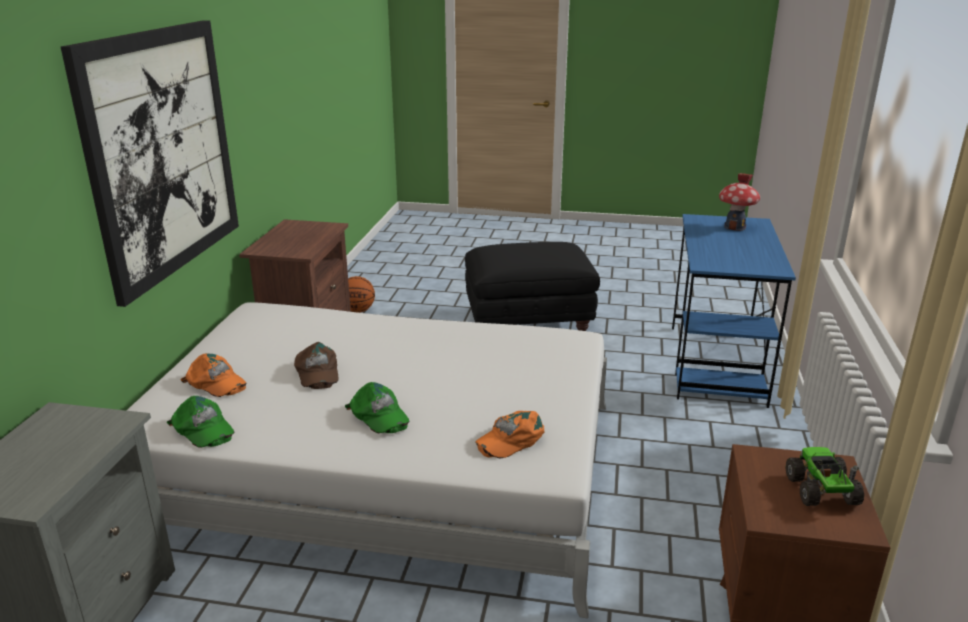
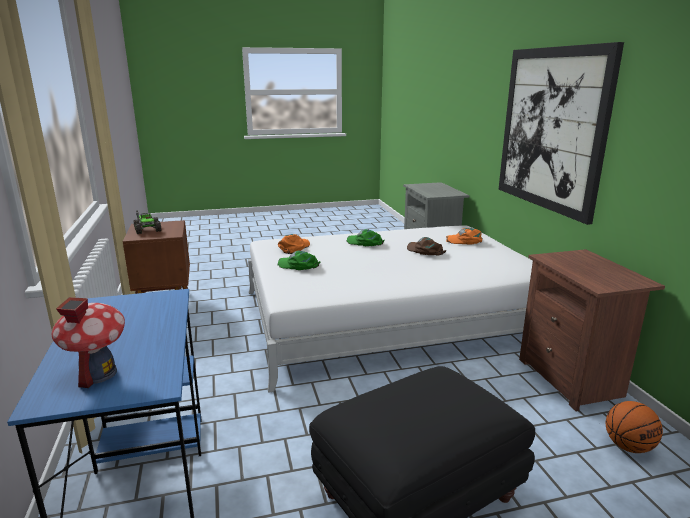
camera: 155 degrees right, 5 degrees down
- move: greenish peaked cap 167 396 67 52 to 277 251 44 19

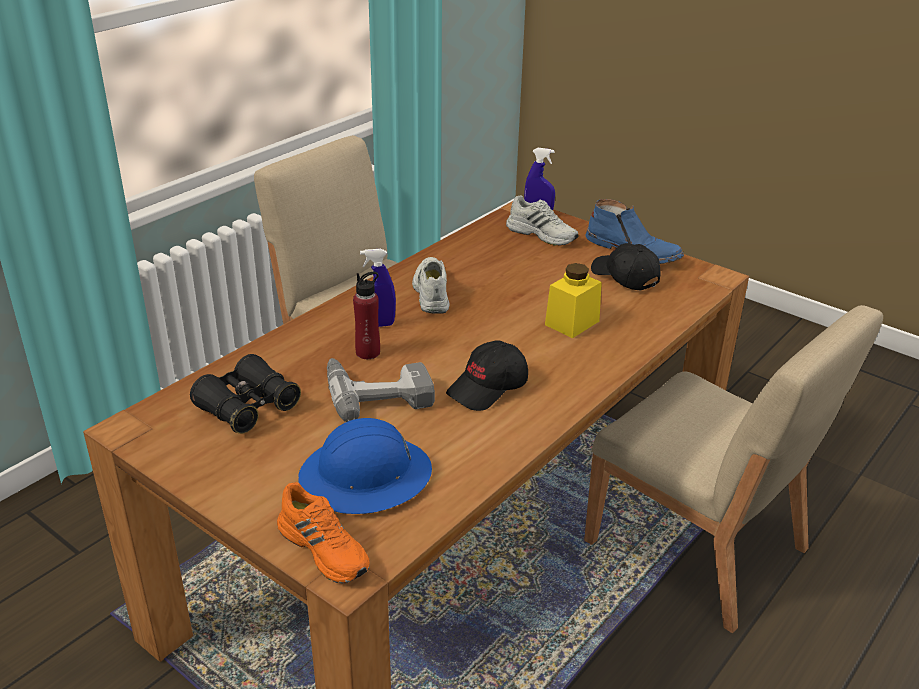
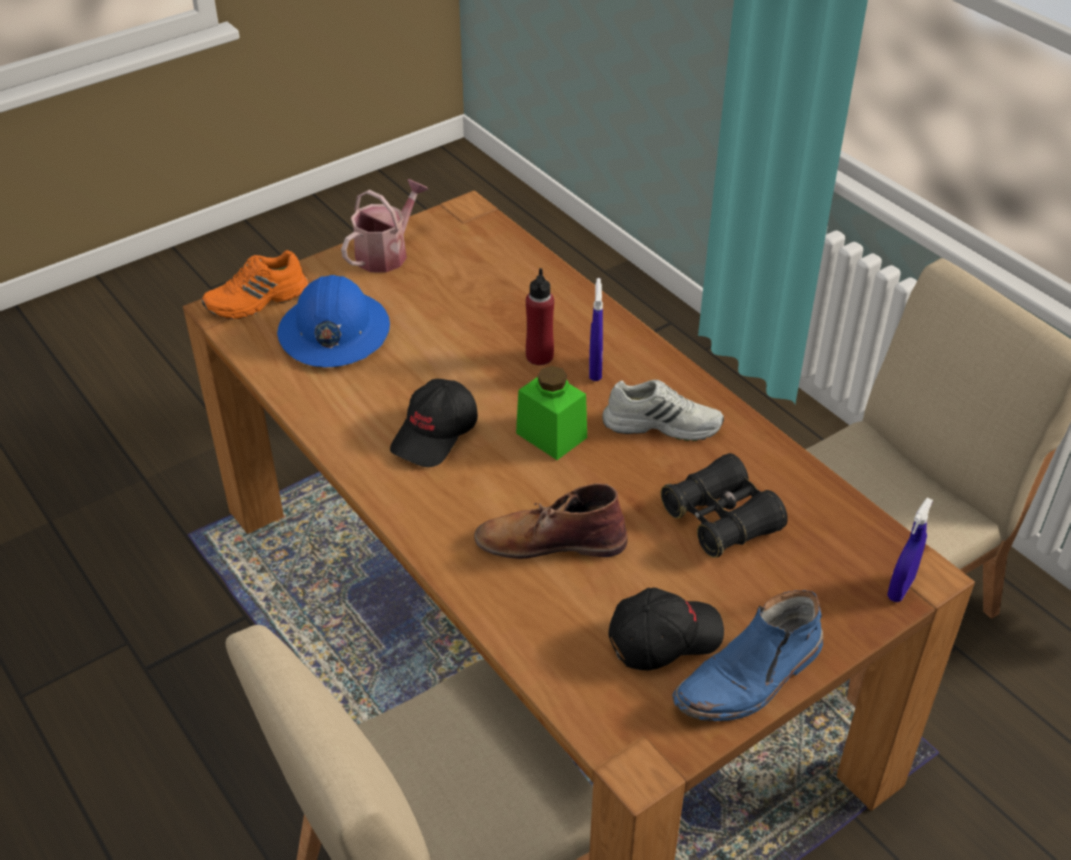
camera: 105 degrees right, 10 degrees up
- delete: white-coloured item of footwear 506 195 72 51
- replace: yellow storage jar 545 263 57 75 to brownish tall boot 474 483 154 76
- rotate: black peaked cap 446 340 82 71 = 390 379 88 88 120 degrees counterclockwise
- move: black pair of binoculars 190 354 111 80 to 661 453 127 105
- delete: drill 327 358 108 64
- insert: watering pot 341 179 88 94
- insert: greenish storage jar 516 366 71 94

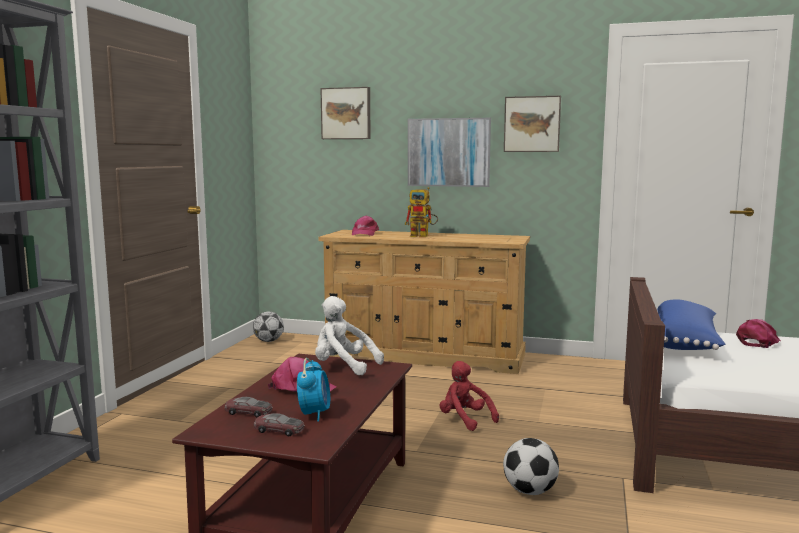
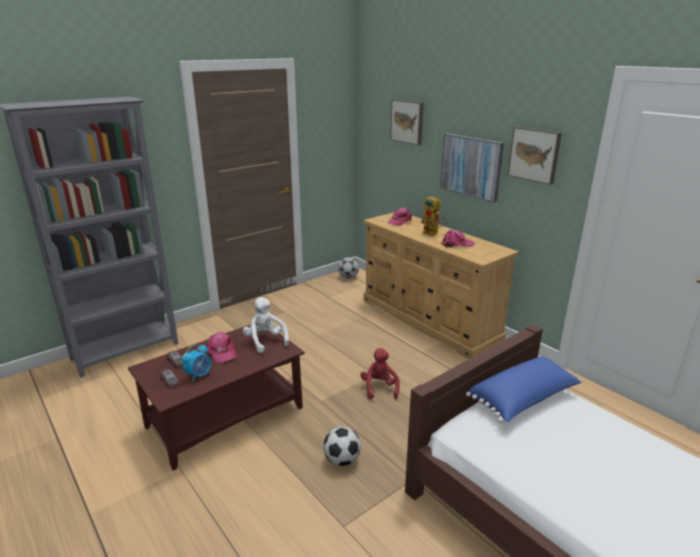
camera: 35 degrees right, 15 degrees up
- move: pink-coloured peaked cap 736 319 45 29 to 441 230 34 18

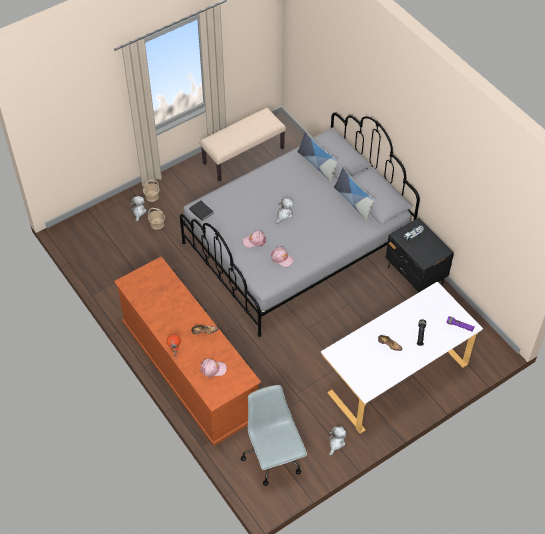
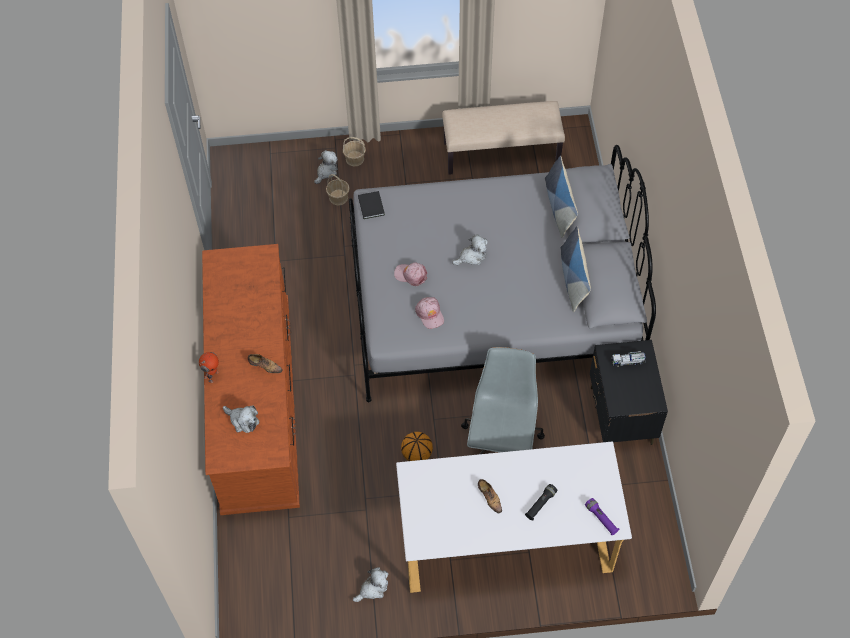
camera: 30 degrees right, 5 degrees up
- replace: pink-coloured peaked cap 200 359 27 18 to cuddly toy 223 405 36 28
- move: gray office chair 241 385 66 101 to 461 347 84 107
- insert: basketball ball 401 432 32 29

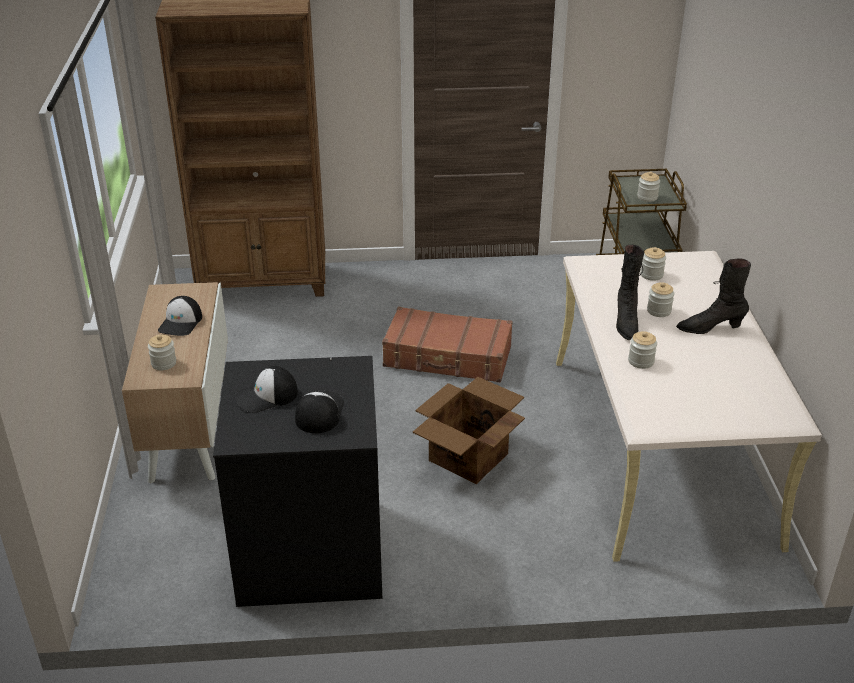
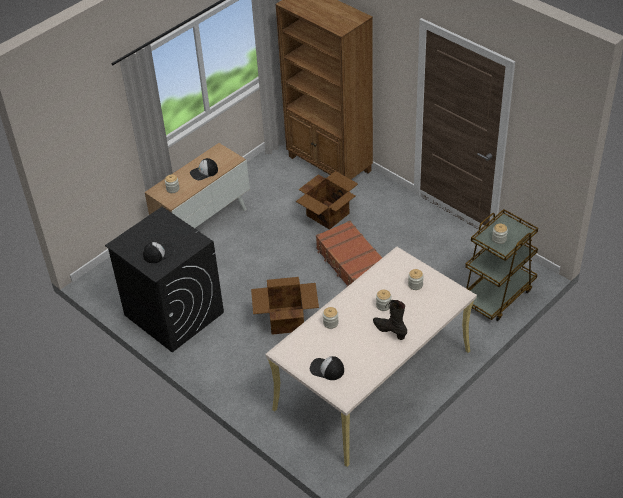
camera: 50 degrees right, 10 degrees up
- delete: black tall boot 616 245 28 95
- move: peaked cap 235 366 63 47 to 310 356 34 24
- insert: packing box 296 171 62 59

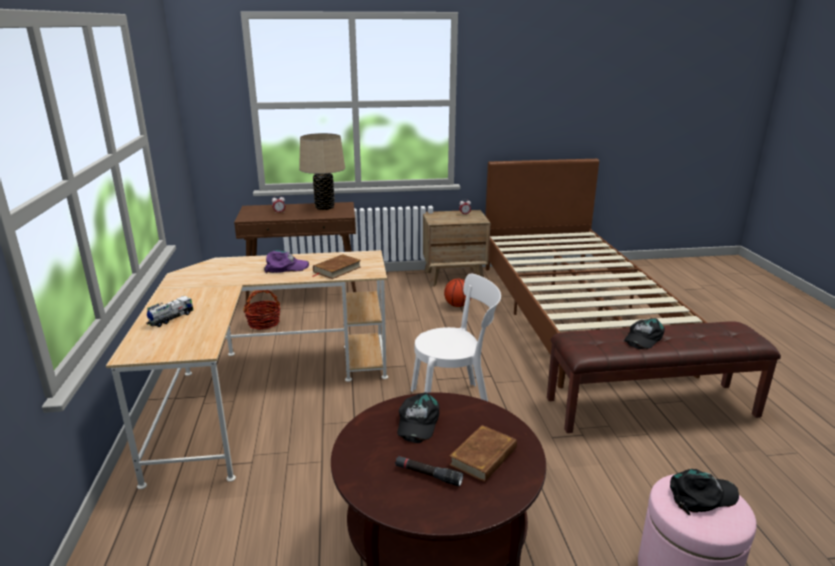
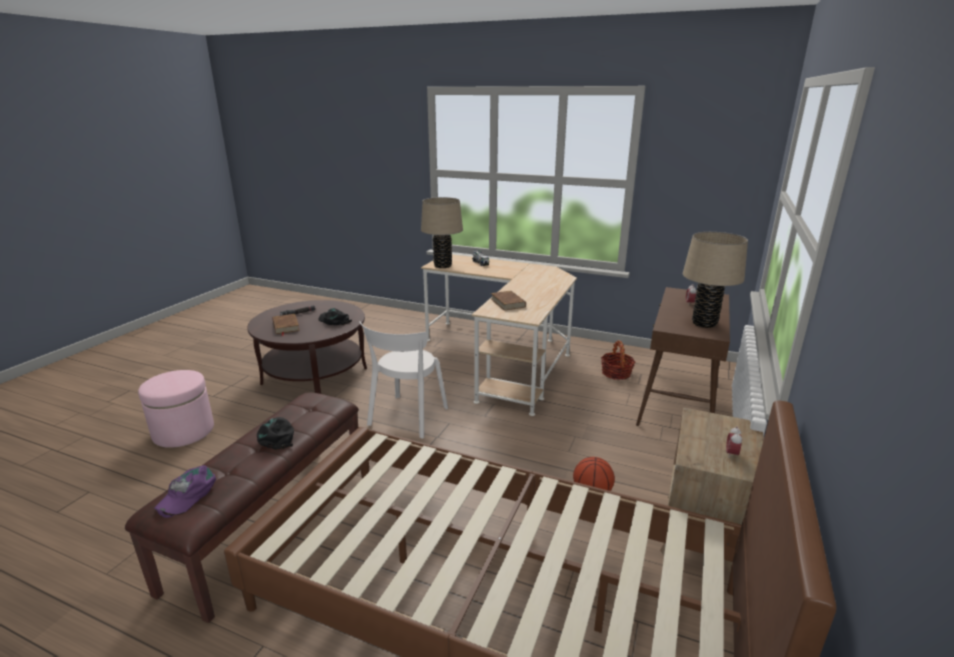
camera: 120 degrees right, 0 degrees up
- move: purple peaked cap 264 250 45 23 to 154 465 62 53
- delete: black peaked cap 670 469 69 46
- insert: beige-coloured tabletop lamp 421 197 42 71

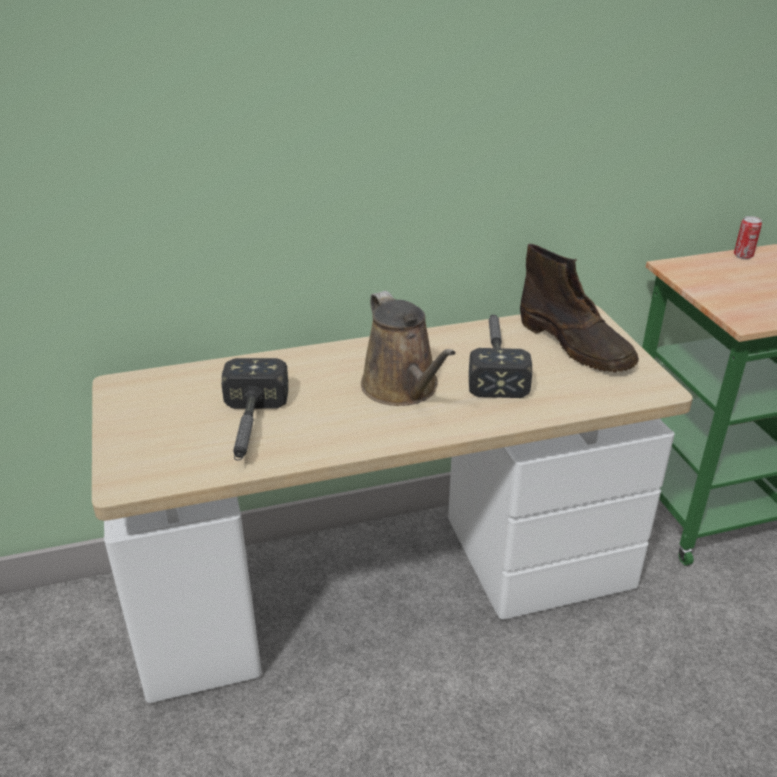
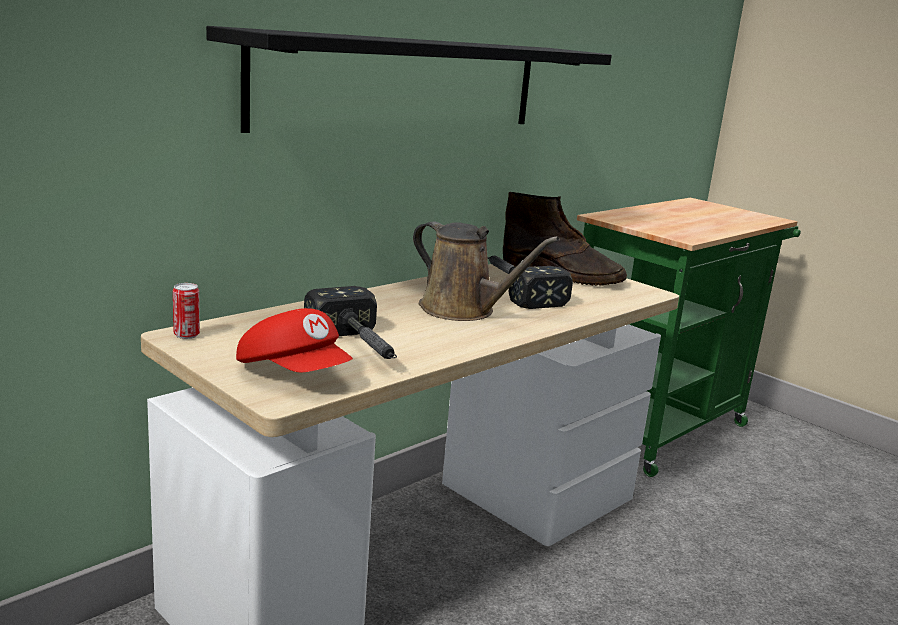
camera: 30 degrees left, 15 degrees down
- move: sealed can 734 216 28 43 to 173 283 27 56
- insert: black wall shelf 206 26 406 107
- insert: red peaked cap 236 308 117 64

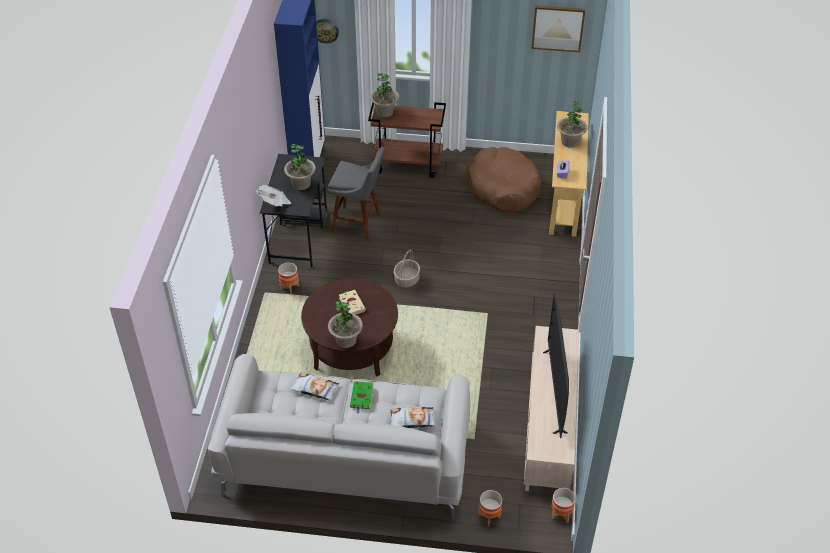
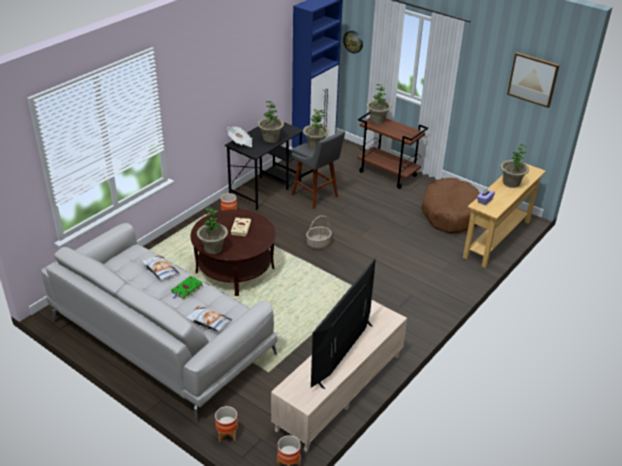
camera: 30 degrees right, 10 degrees down
- insert: potted plant 303 109 26 41

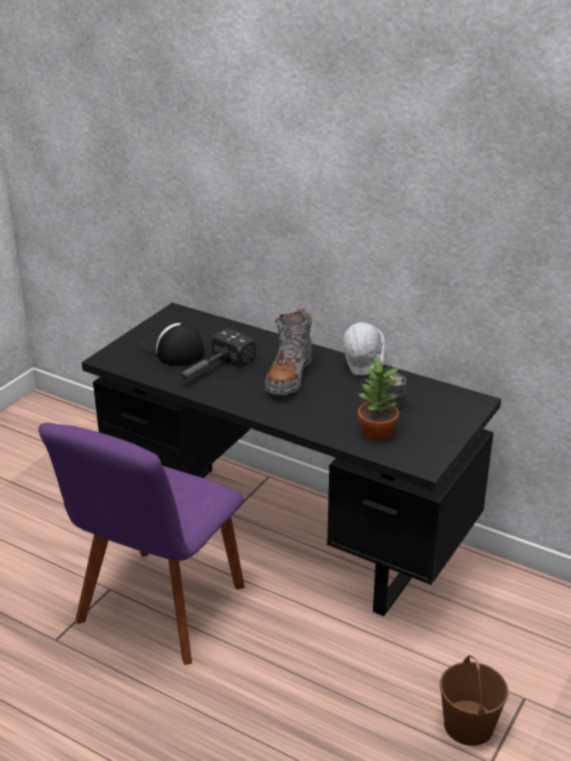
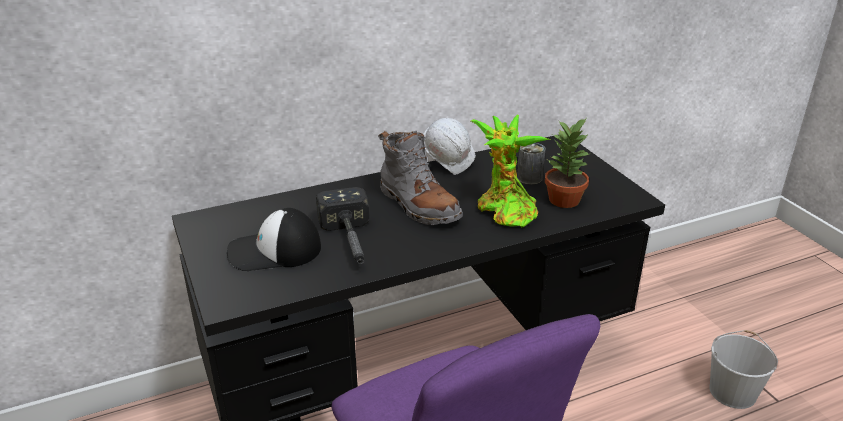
camera: 55 degrees left, 0 degrees up
- recolor: brownish water bucket 440 655 68 91 to white-coloured water bucket 709 330 69 79
- insert: potted plant 471 114 79 114

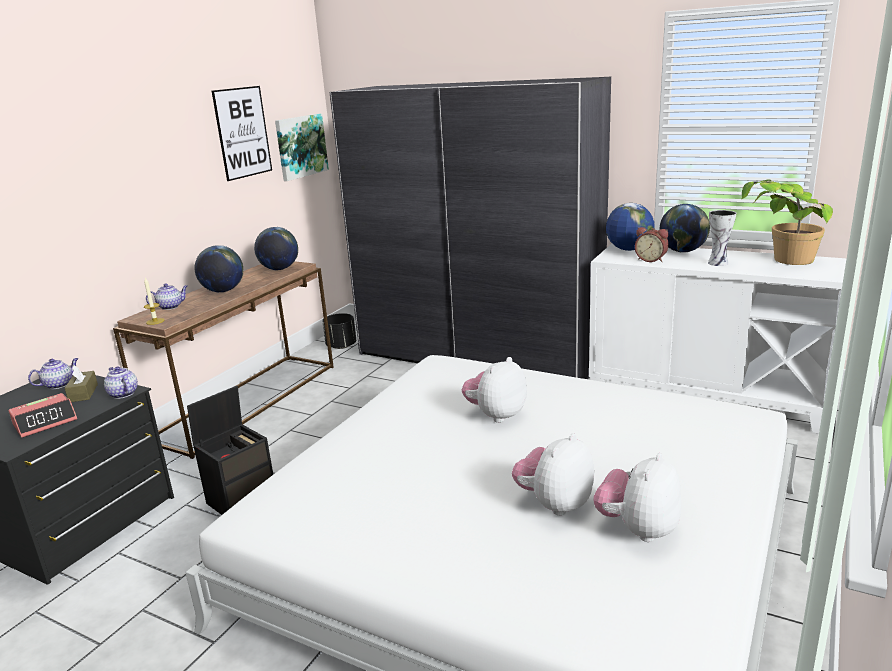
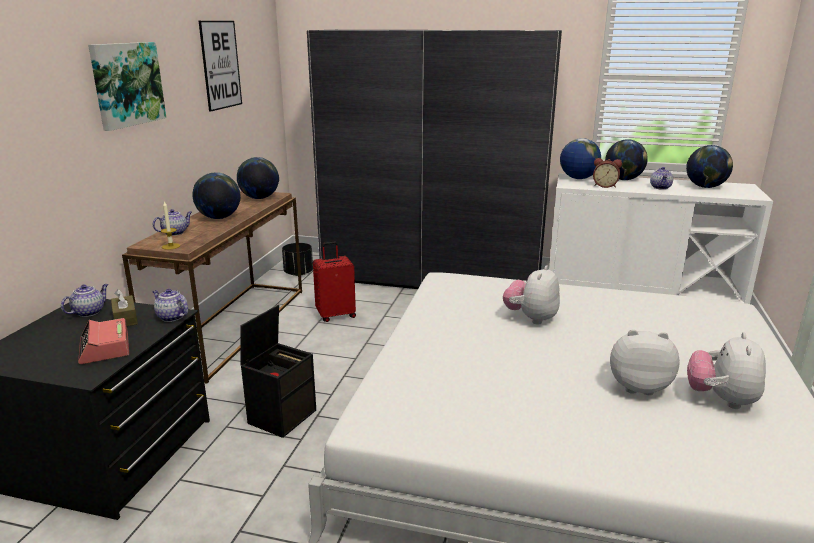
camera: 15 degrees left, 0 degrees up
- move: wall art 275 113 54 68 to 88 42 78 89
- replace: potted plant 741 180 92 85 to desk globe 686 145 47 43
- replace: flower vase 708 210 28 56 to teapot 650 167 23 23
- rotate: alarm clock 8 393 69 45 = 78 318 51 46 120 degrees clockwise
- rotate: cuddly toy 512 433 82 83 = 610 329 70 66 75 degrees clockwise
- insert: red piece of luggage 313 242 43 80

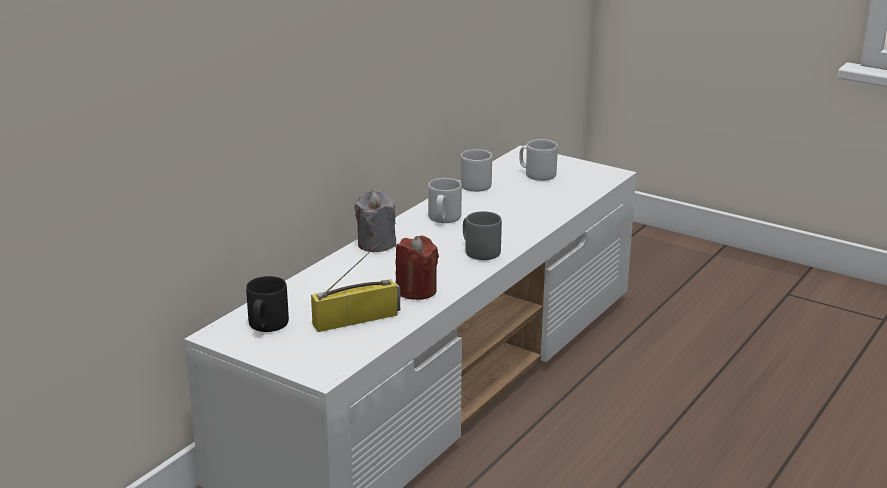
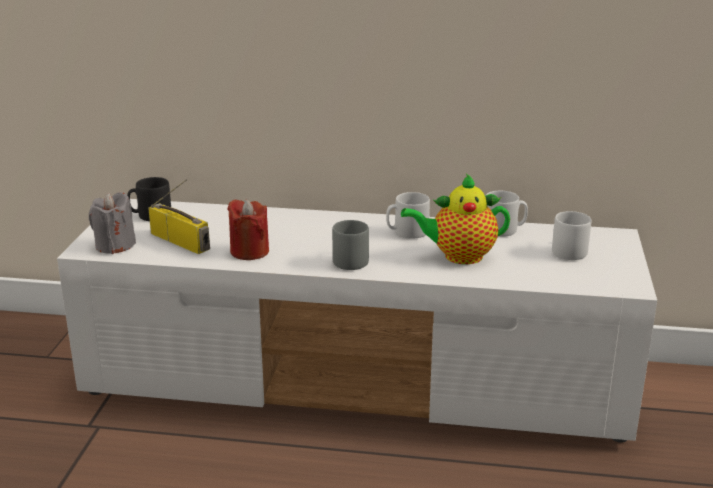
camera: 65 degrees right, 0 degrees up
- move: gray wax candle 355 190 41 62 to 89 192 47 62
- insert: teapot 401 174 109 90

